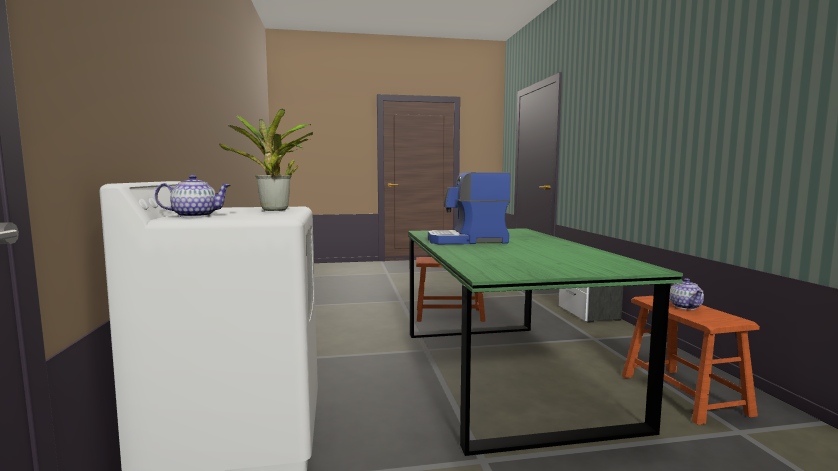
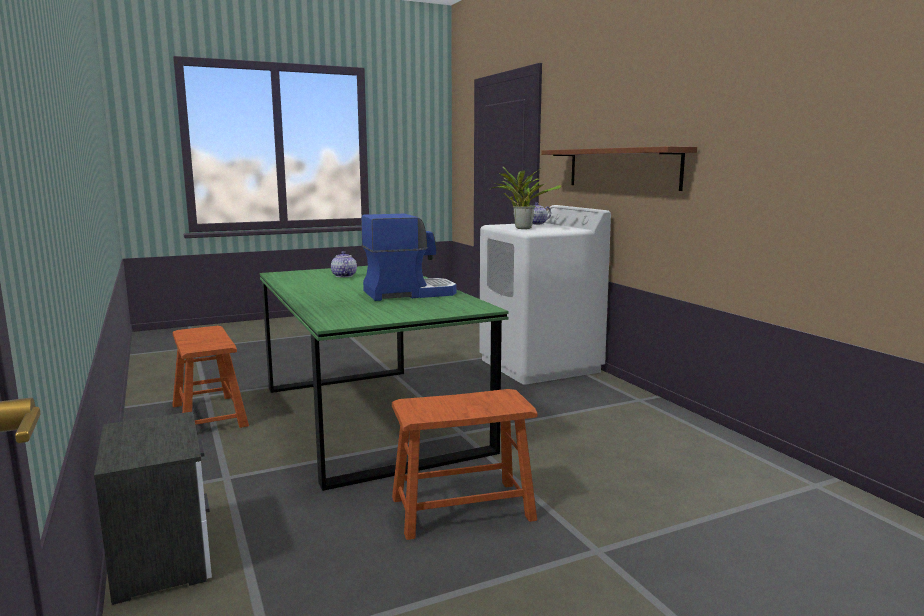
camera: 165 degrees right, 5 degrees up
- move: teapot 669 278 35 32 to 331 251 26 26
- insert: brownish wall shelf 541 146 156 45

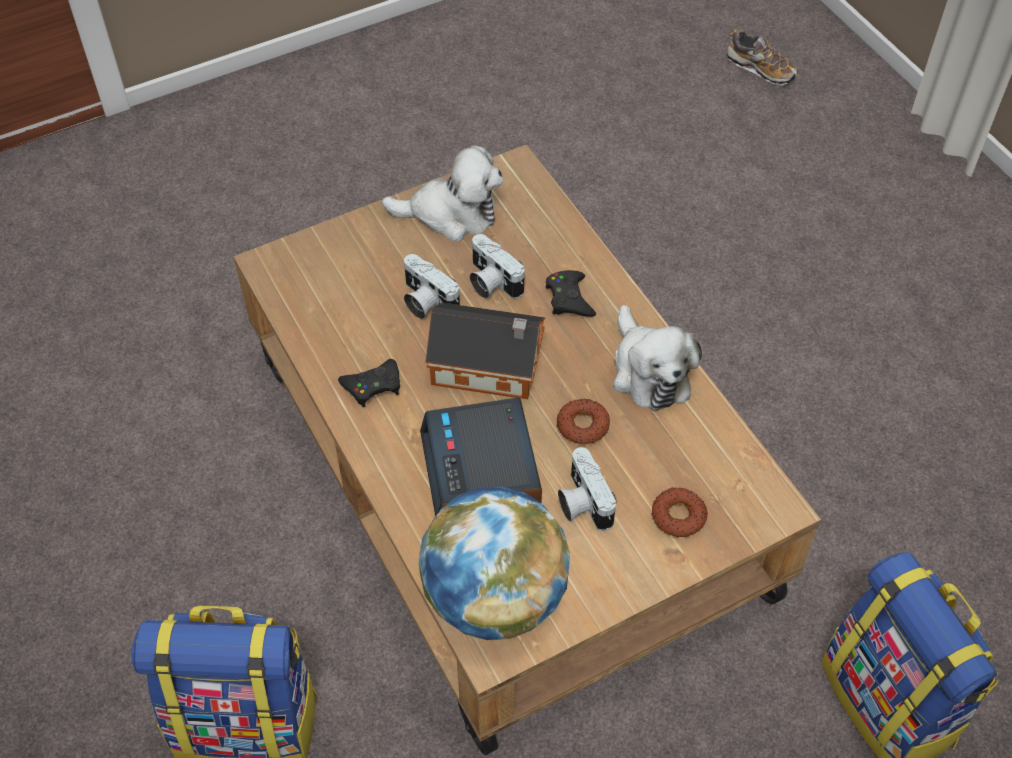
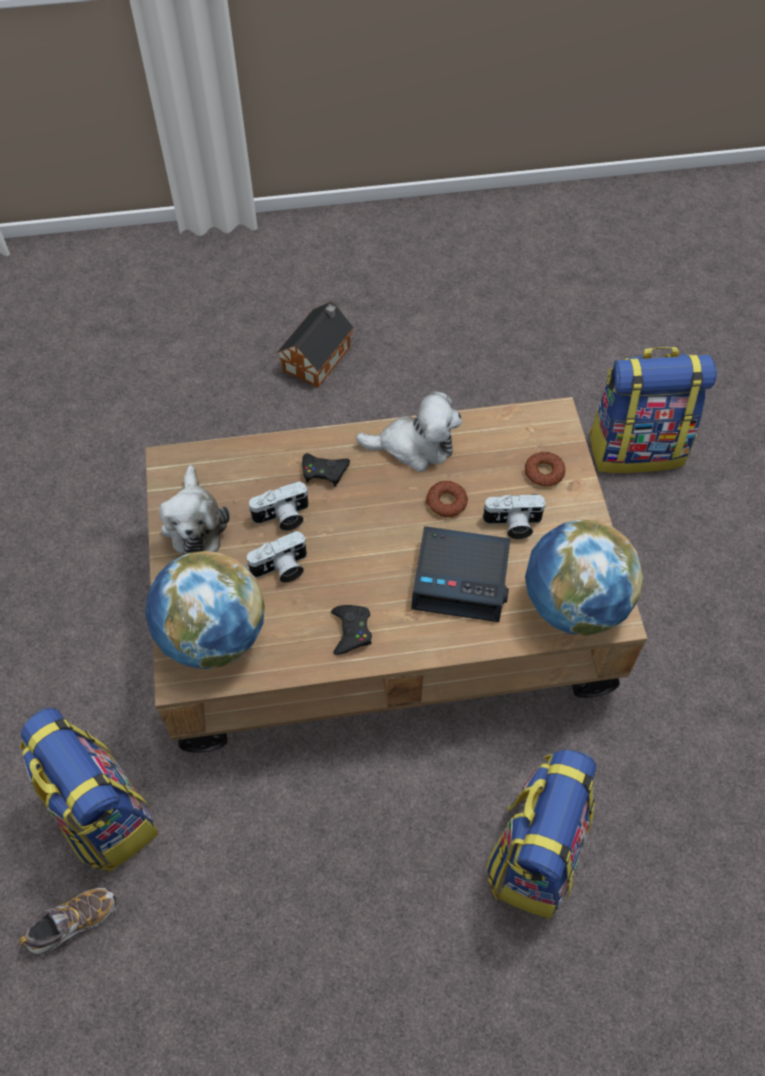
camera: 70 degrees left, 5 degrees up
- move: item of footwear 727 29 71 57 to 19 888 97 67
- rotate: cuddly toy 382 145 121 97 = 159 465 70 90 150 degrees clockwise
- move: miniature house 425 303 120 96 to 277 302 77 86
- insert: desk globe 145 551 120 118
- insert: knapsack 20 708 138 163

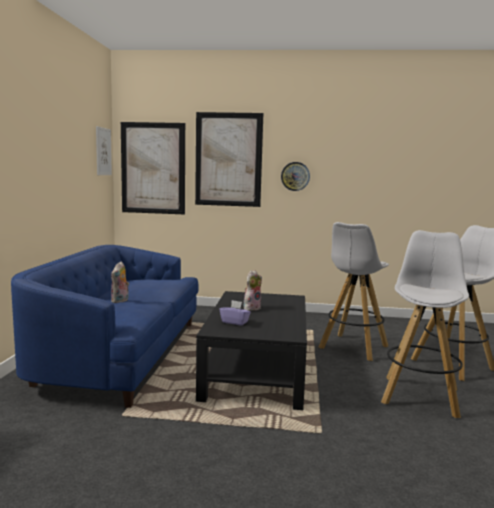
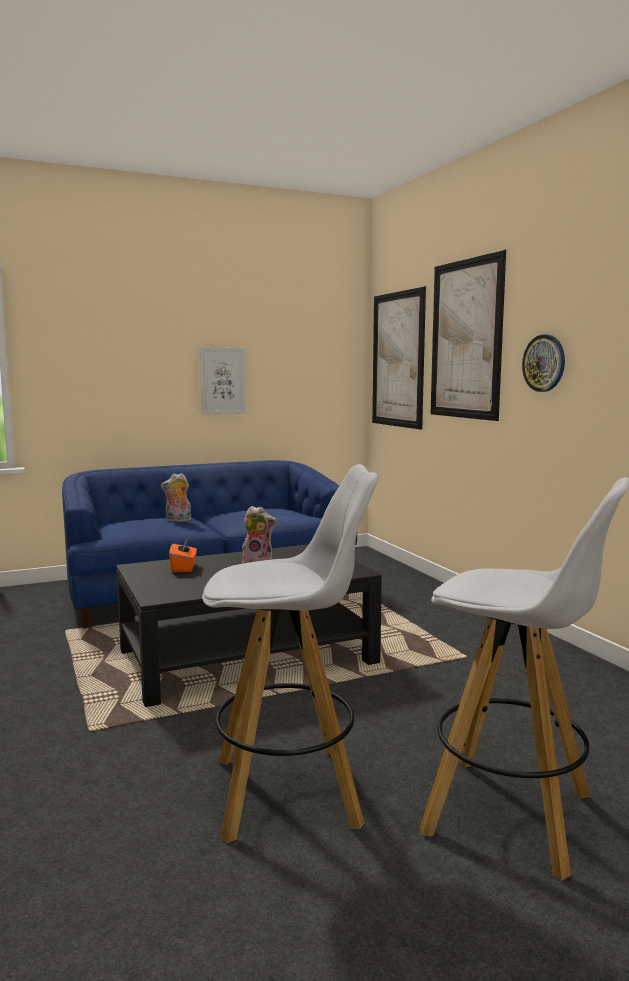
camera: 60 degrees right, 0 degrees up
- move: wall art 96 126 16 49 to 200 347 46 68
- delete: white-coloured sitting stool 319 222 70 139
- recolor: purple box of tissues 219 300 32 26 to orange-coloured box of tissues 169 538 28 34

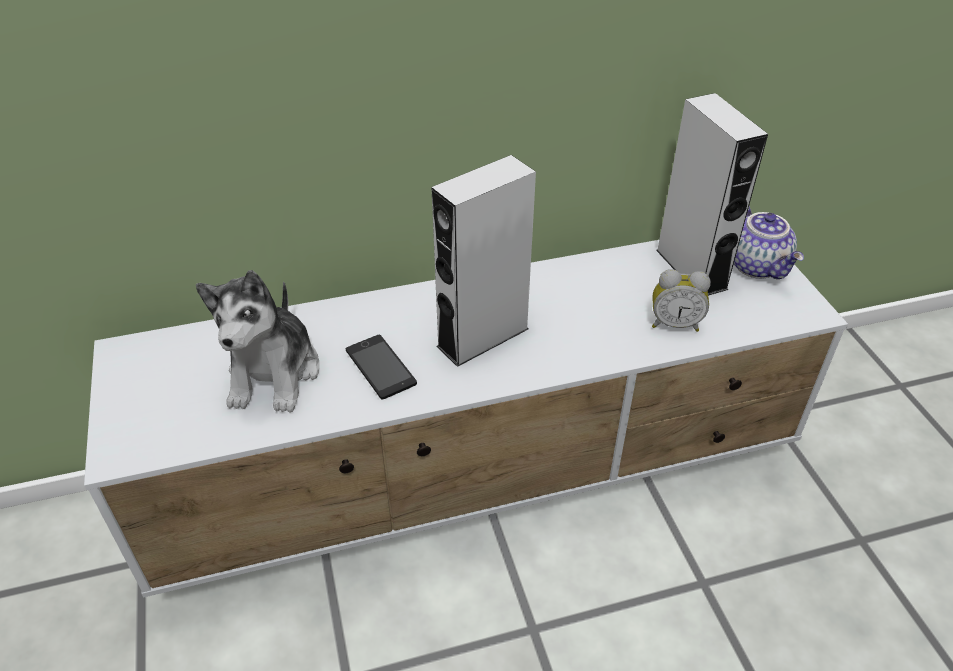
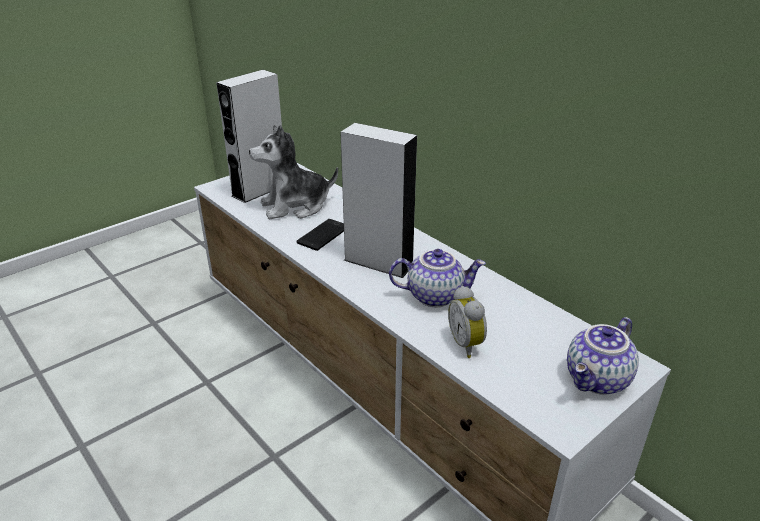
camera: 65 degrees right, 10 degrees down
- move: gray speaker 656 93 112 203 to 216 70 66 133
- insert: teapot 389 249 97 58

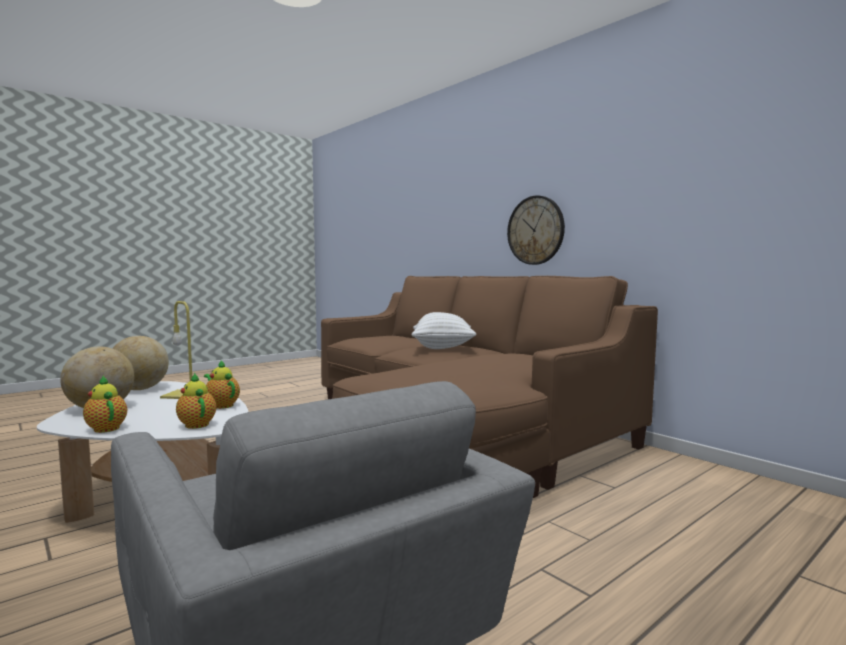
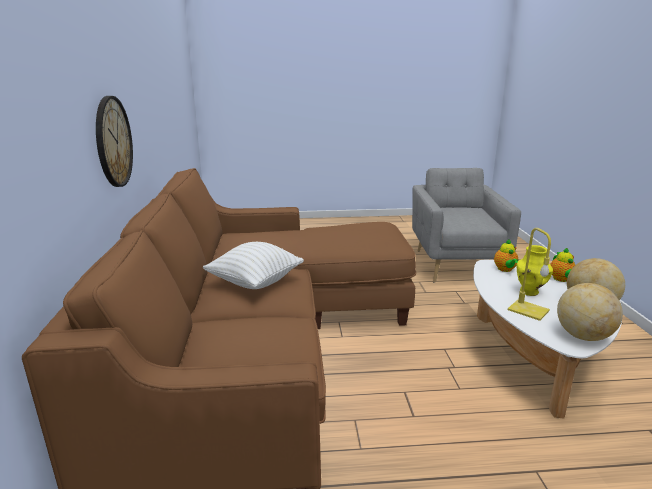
camera: 145 degrees left, 15 degrees up
- delete: teapot 204 360 36 49
- insert: yellow flower vase 516 245 37 51

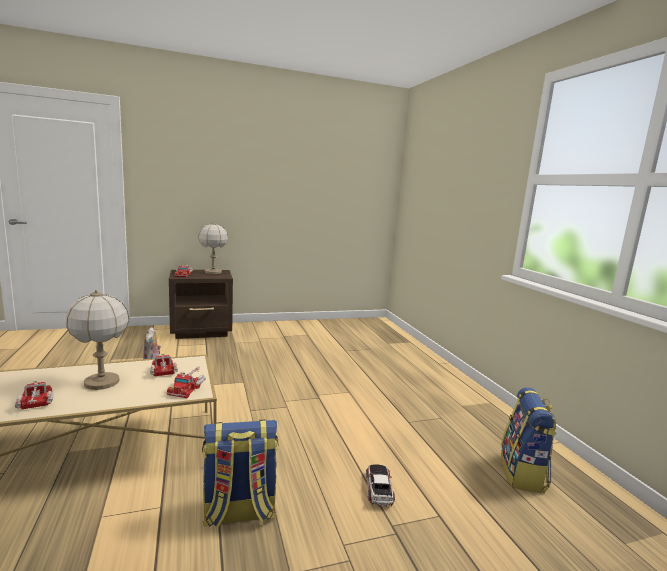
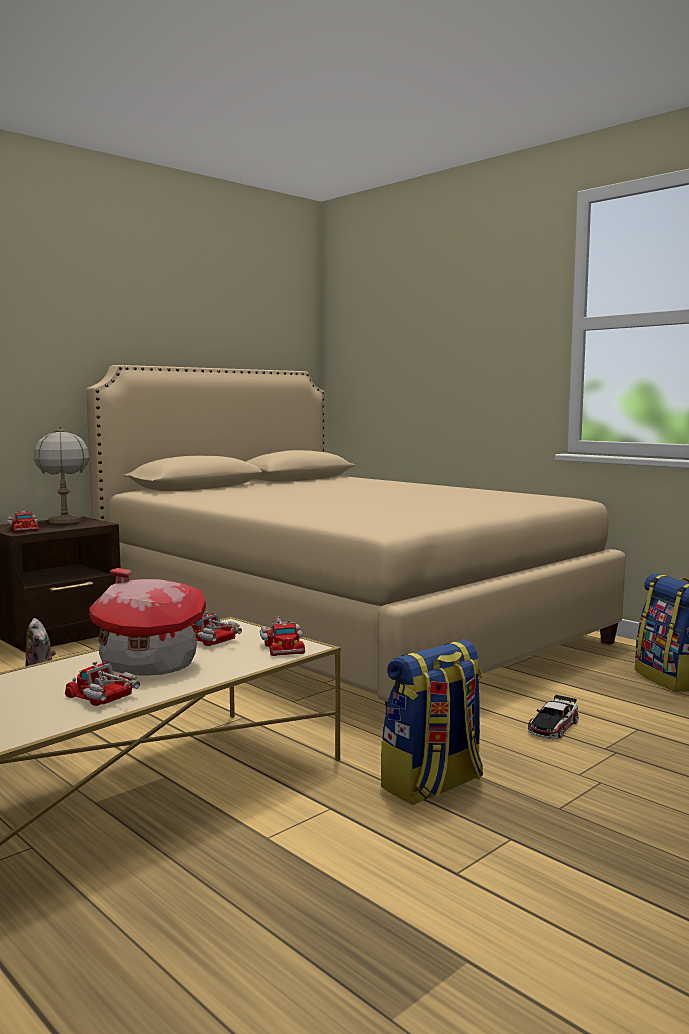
camera: 25 degrees left, 5 degrees down
- replace: tabletop lamp 66 290 63 100 to miniature house 89 568 117 107
- rotate: toy car 366 464 29 43 = 528 695 51 44 120 degrees counterclockwise
- insert: beige-coloured bedroom bed 86 365 540 343

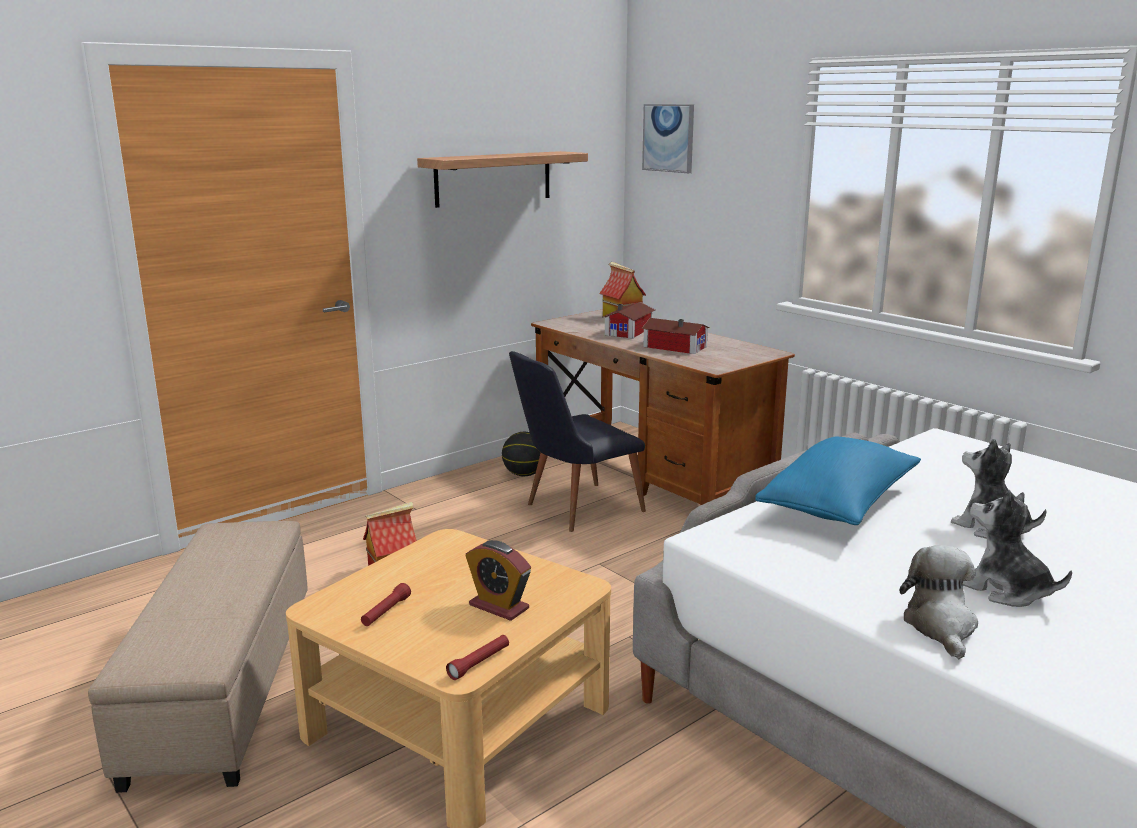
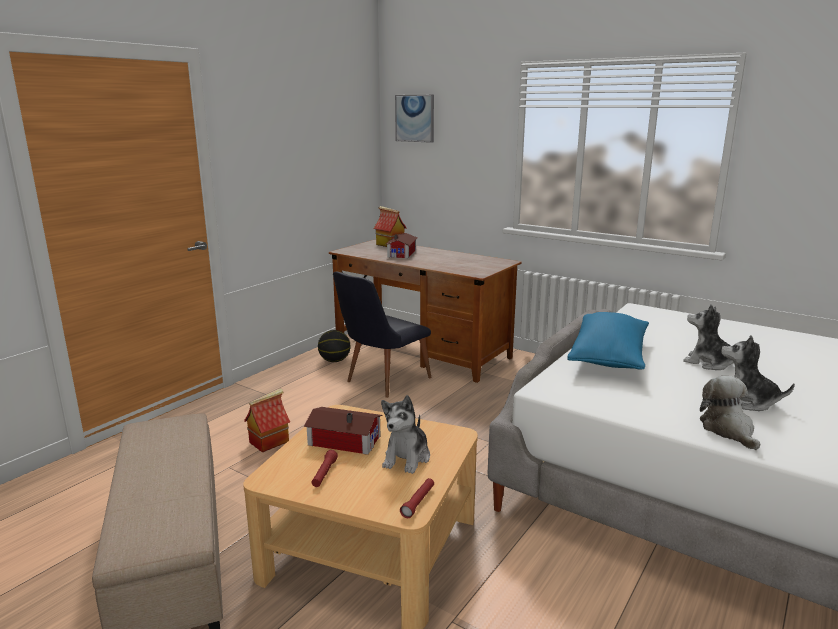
camera: 15 degrees left, 0 degrees up
- delete: wall shelf 417 151 171 57
- move: miniature house 642 318 68 36 to 304 407 78 48
- replace: alarm clock 465 540 66 81 to cuddly toy 381 395 49 79

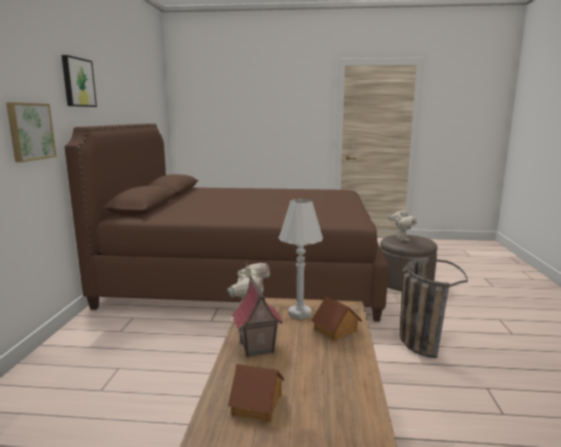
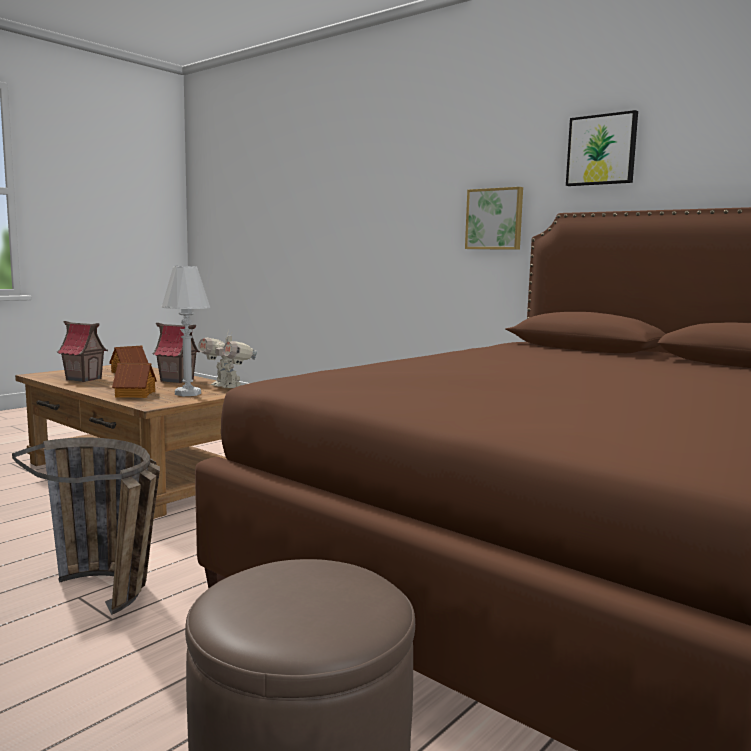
camera: 125 degrees right, 5 degrees down
- delete: toy robot 389 210 28 31
- insert: miniature house 57 321 51 61

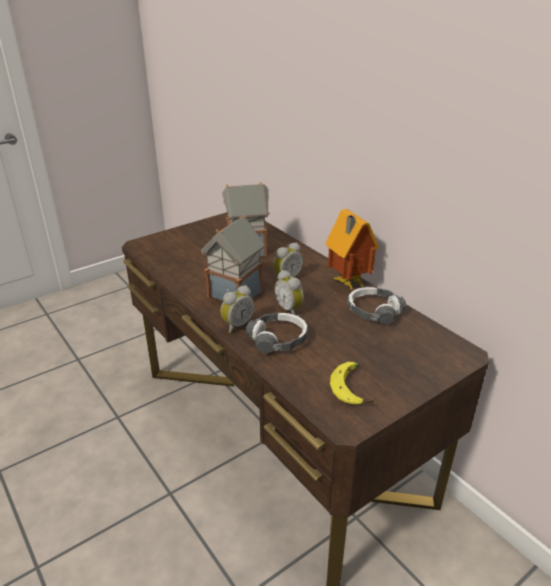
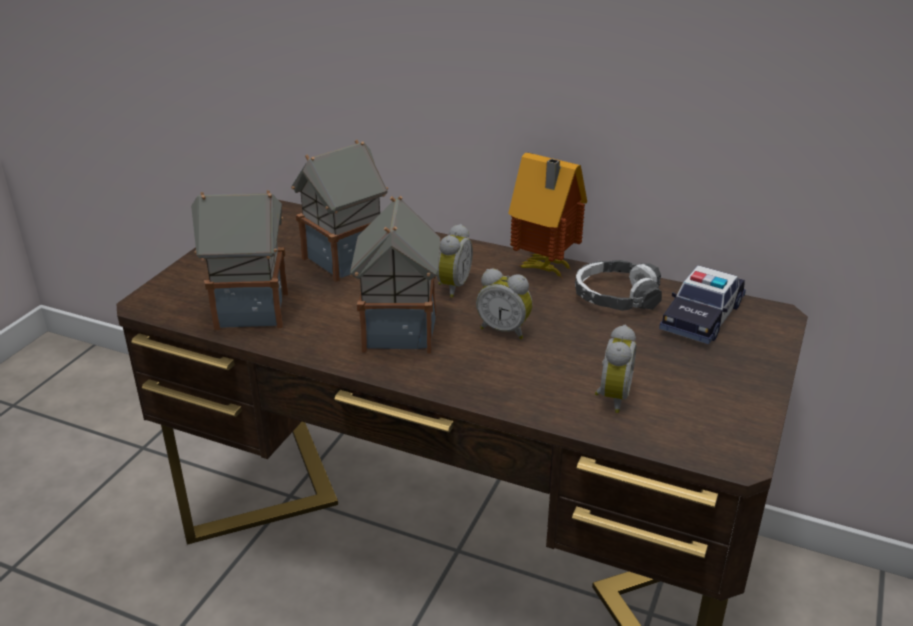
camera: 30 degrees left, 0 degrees up
- move: alarm clock 220 285 35 48 to 595 325 41 88
- delete: headset 246 312 62 42
- delete: whole banana 330 362 44 43
- insert: miniature house 191 190 97 140
- insert: toy car 659 265 87 79

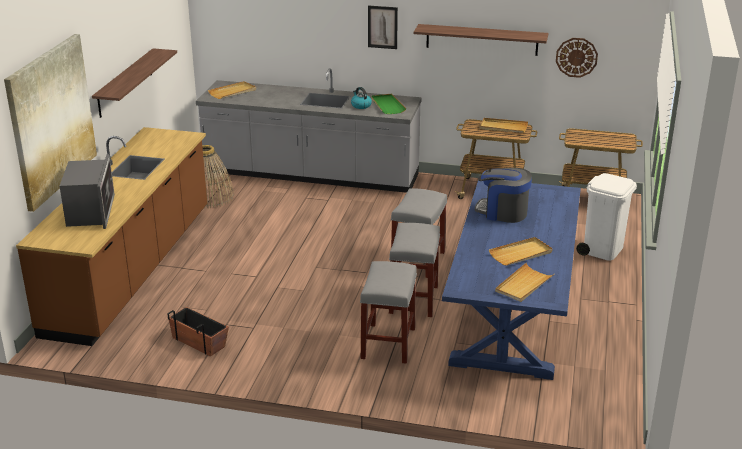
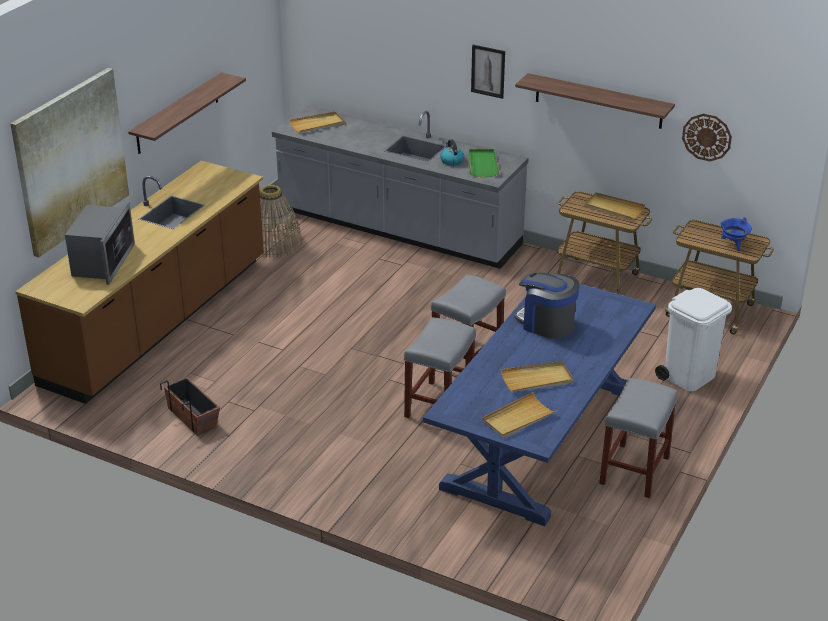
camera: 15 degrees right, 5 degrees up
- move: gray sitting stool 360 261 57 103 to 599 378 79 120
- insert: blue-coloured cooking pot 720 217 32 34

